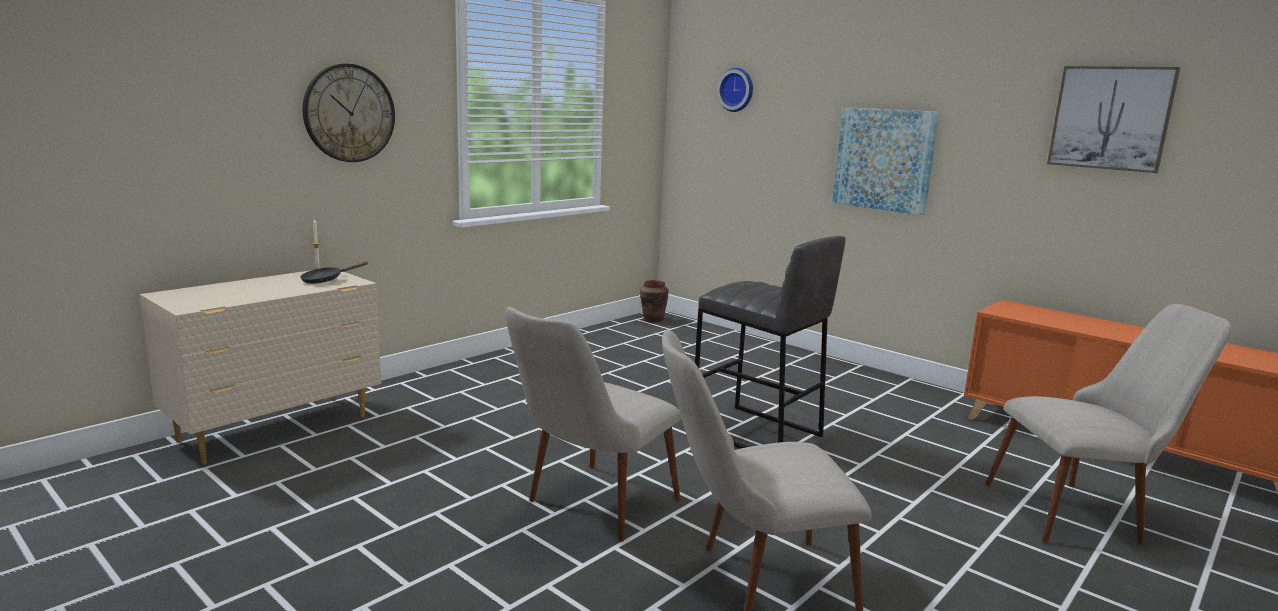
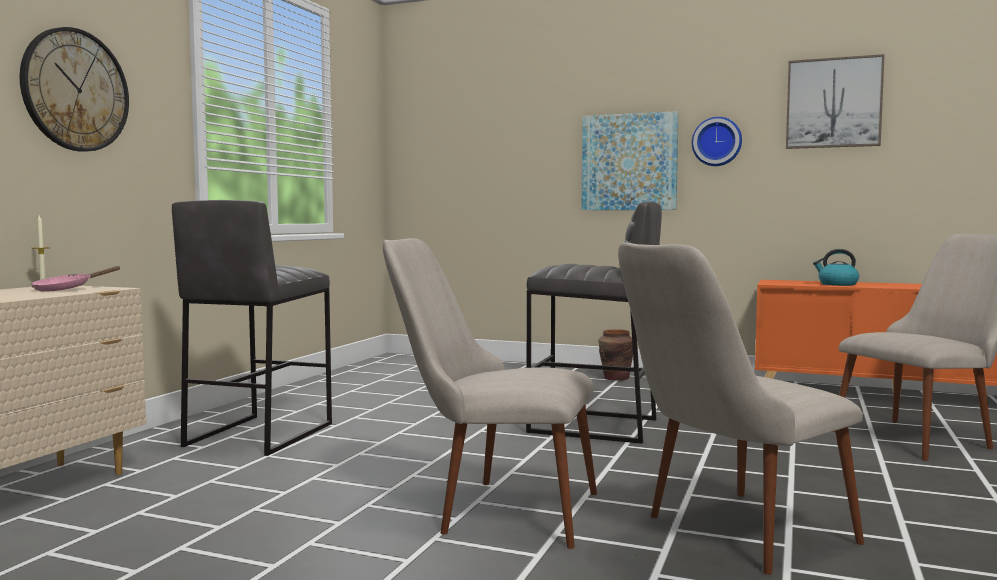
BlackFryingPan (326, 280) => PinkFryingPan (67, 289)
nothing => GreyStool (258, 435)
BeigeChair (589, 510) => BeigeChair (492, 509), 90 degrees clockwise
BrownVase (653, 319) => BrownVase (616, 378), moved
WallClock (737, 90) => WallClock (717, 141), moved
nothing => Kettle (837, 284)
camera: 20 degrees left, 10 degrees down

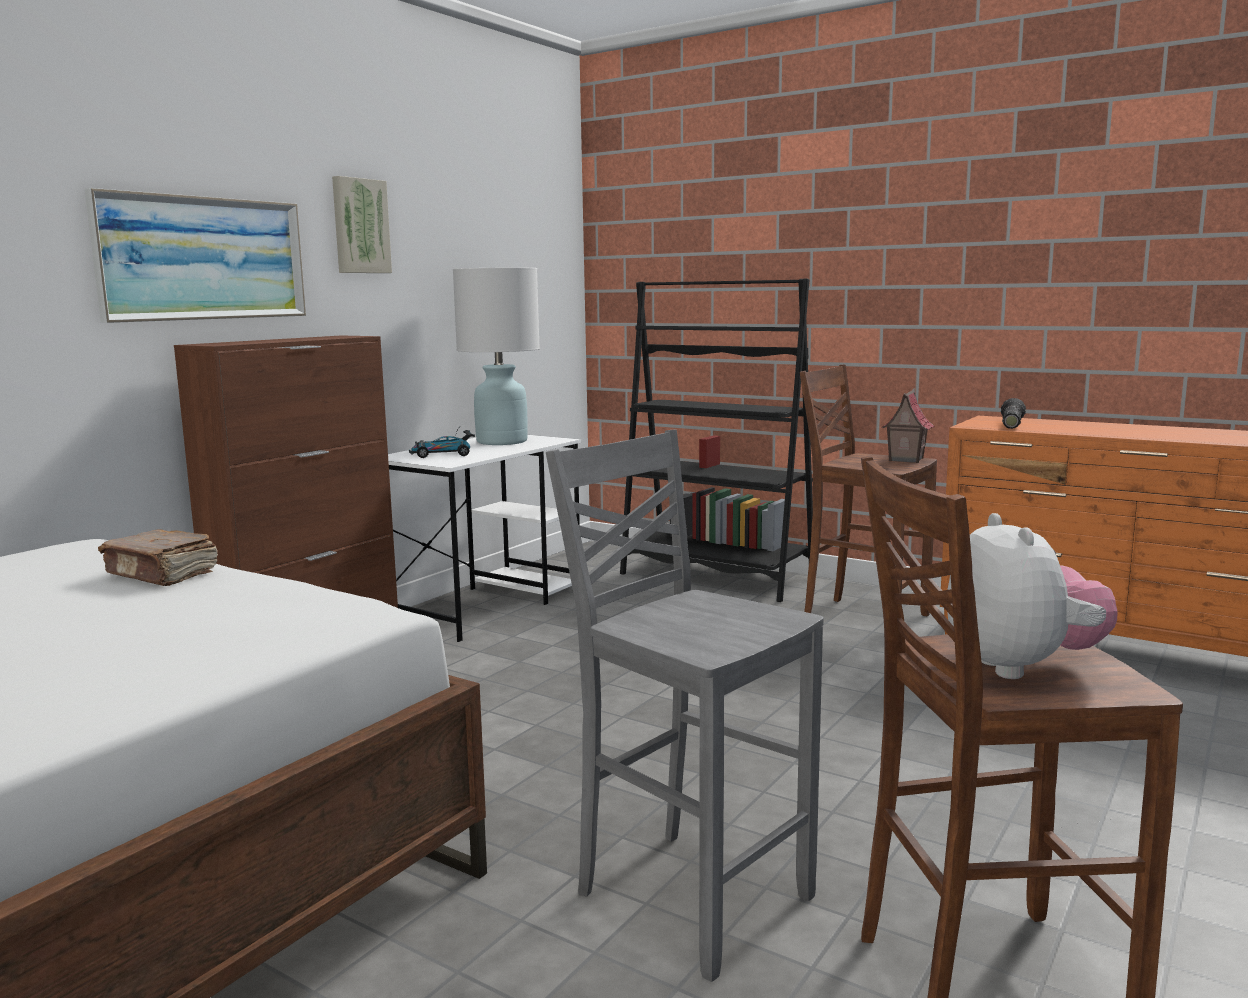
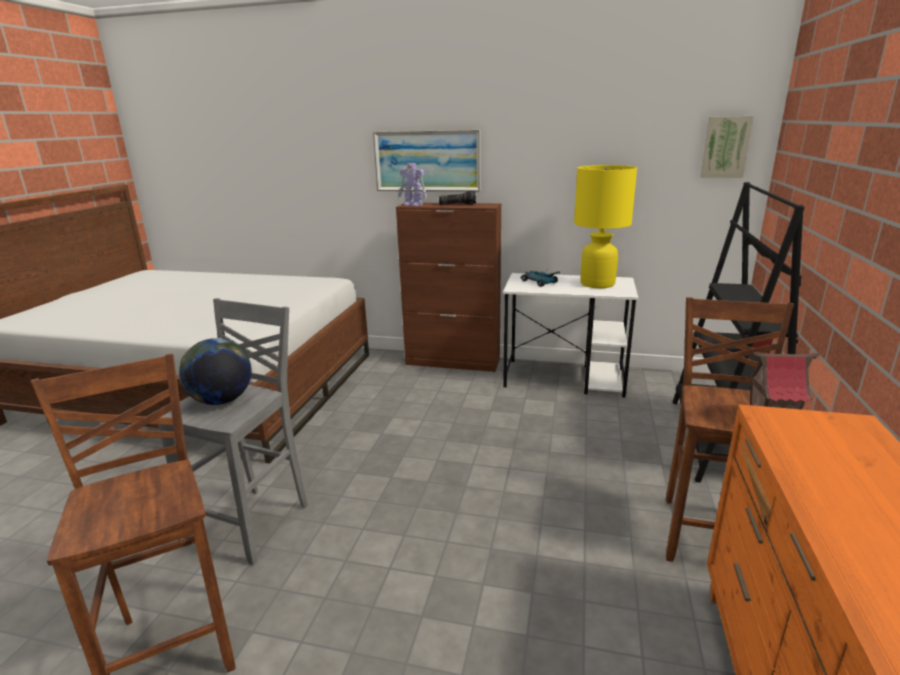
nothing => Globe (222, 401)
nothing => ToyRobot (413, 204)
Flashlight (1010, 424) => Flashlight (458, 204), moved
WhiteTableLamp (501, 441) => YellowTableLamp (597, 284)
Picture (360, 226) => Picture (725, 147), moved
BrownBook (162, 574) => nothing
PlushToy (1021, 667) => nothing
camera: 70 degrees right, 10 degrees up

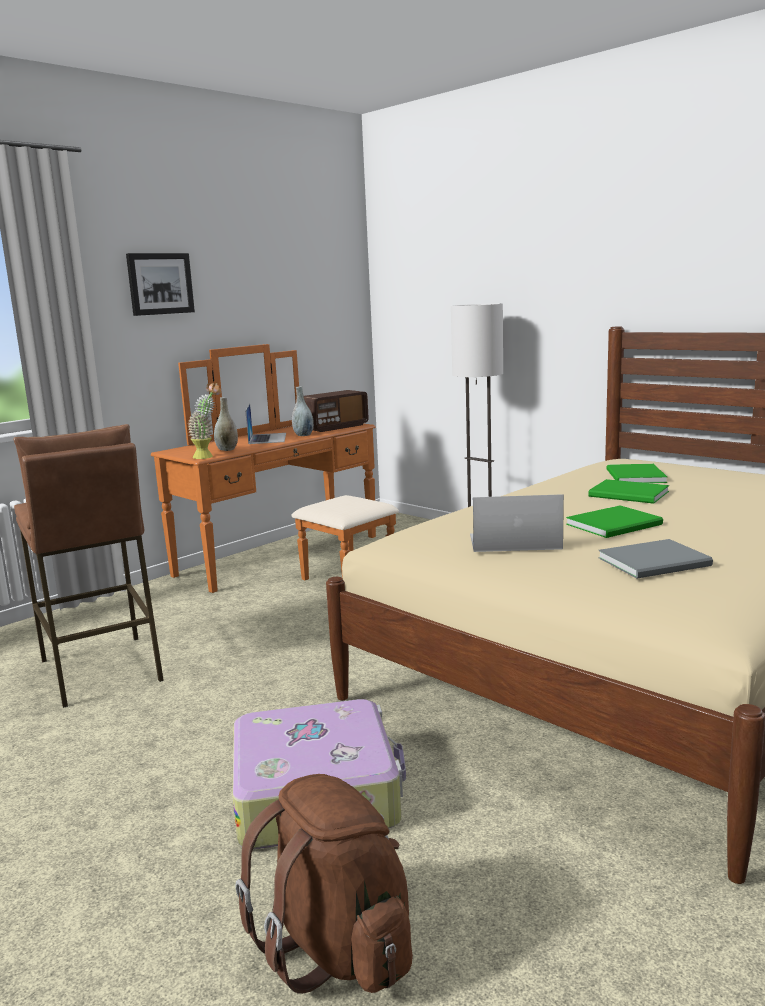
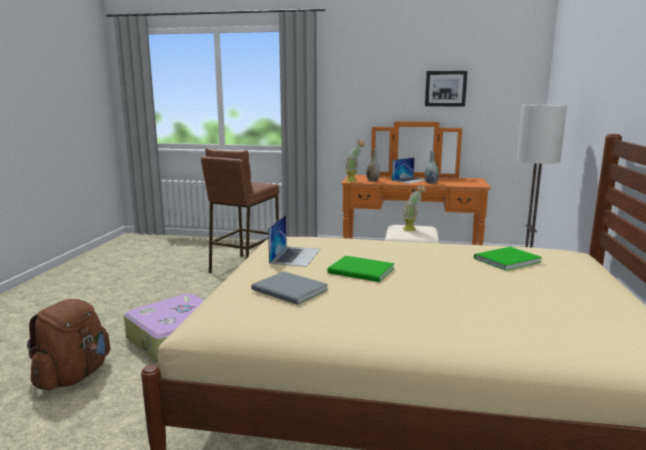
Laptop (514, 541) => Laptop (295, 256), 45 degrees clockwise
nothing => PottedPlant (412, 230)
Picture (160, 284) => Picture (445, 88), moved
Radio (335, 427) => nothing
GreenBook (630, 494) => nothing
camera: 55 degrees right, 0 degrees up

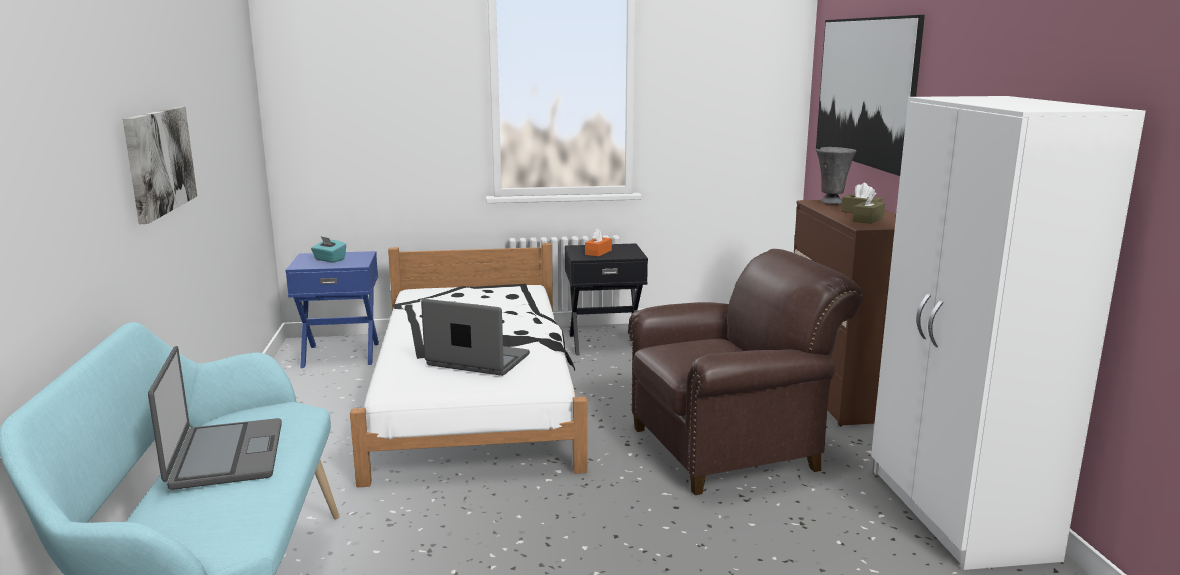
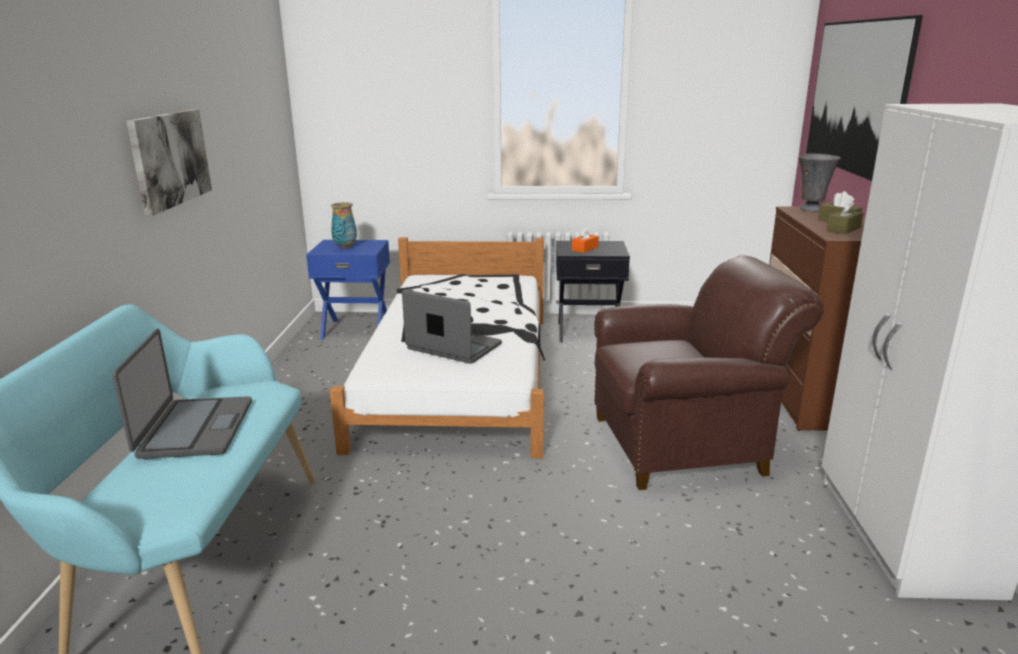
TurquoiseTissueBox (329, 260) => Vase (345, 247)
camera: 10 degrees right, 5 degrees up

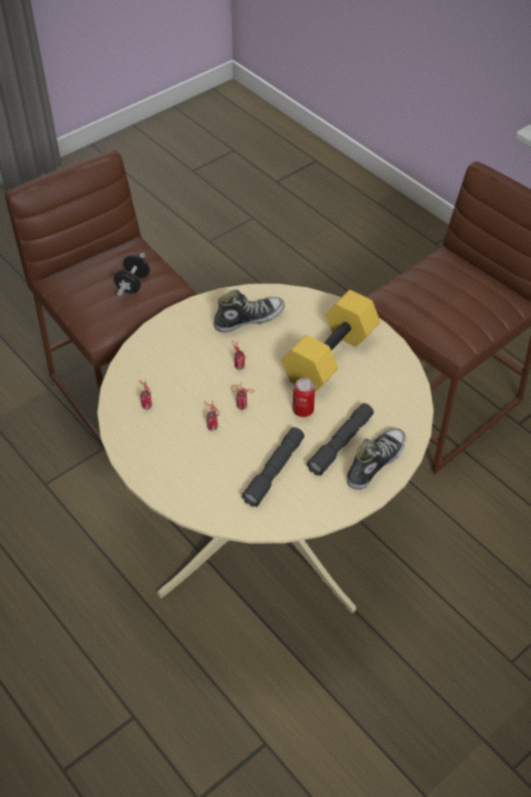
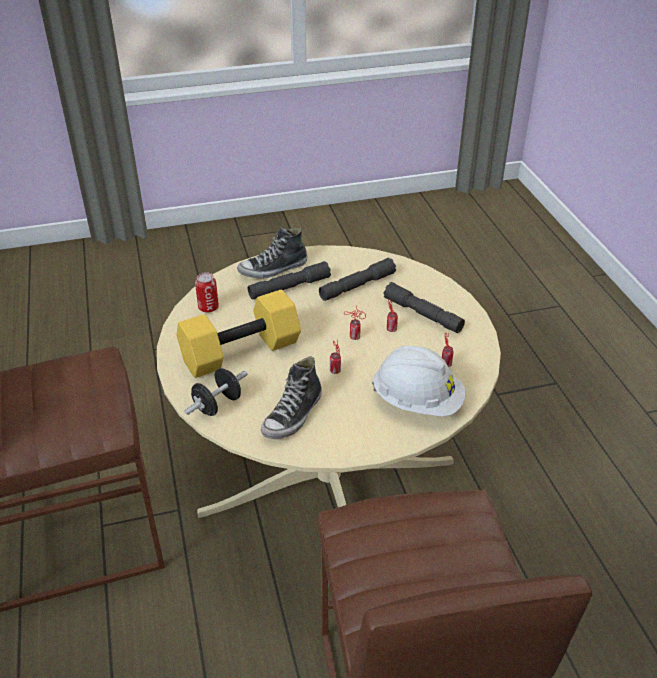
BlackDumbbell (133, 284) => BlackDumbbell (217, 405), moved
Can (303, 410) => Can (208, 307), moved
Shoe (249, 319) => Shoe (293, 416), 60 degrees counterclockwise
nothing => WhiteHardHat (417, 401)
nothing => GreyFlashlight (423, 314)
camera: 155 degrees left, 10 degrees down

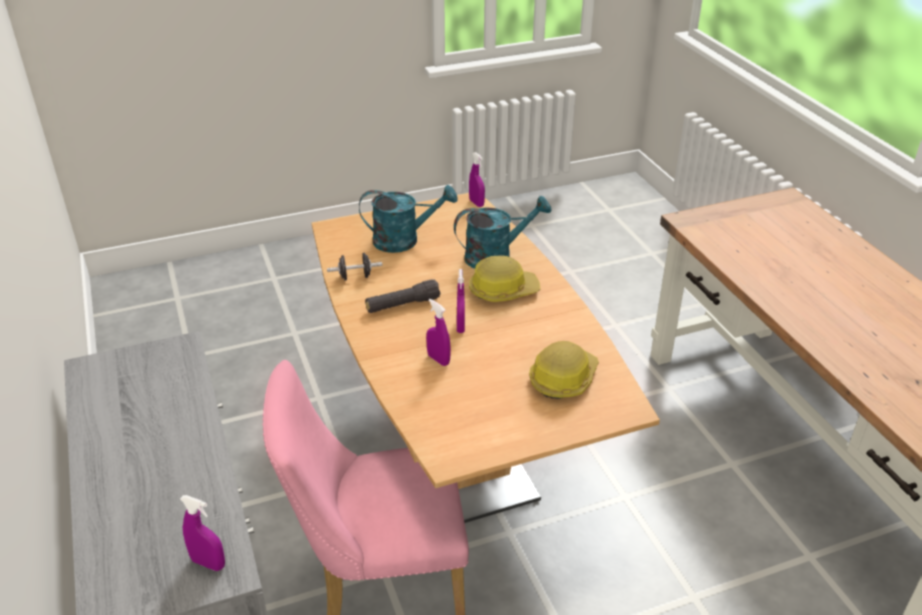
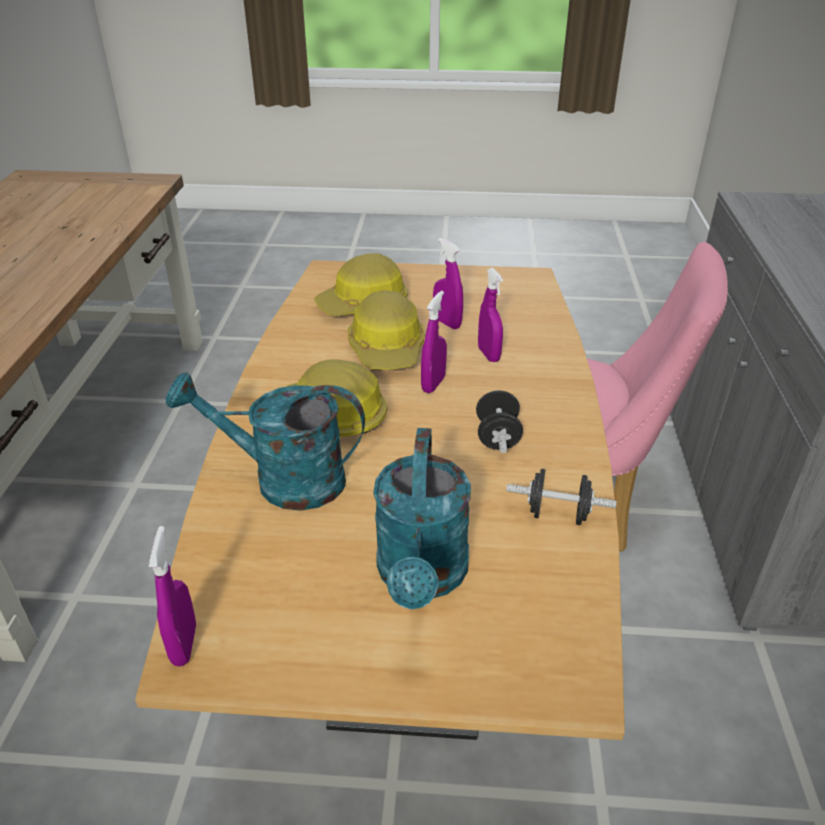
nothing => HardHat (388, 349)
TurquoiseWateringCan (404, 240) => TurquoiseWateringCan (422, 577), 105 degrees counterclockwise
PurpleSprayBottle (208, 563) => PurpleSprayBottle (447, 323), moved
BlackFlashlight (403, 305) => BlackDumbbell (497, 437)
camera: 155 degrees left, 0 degrees up

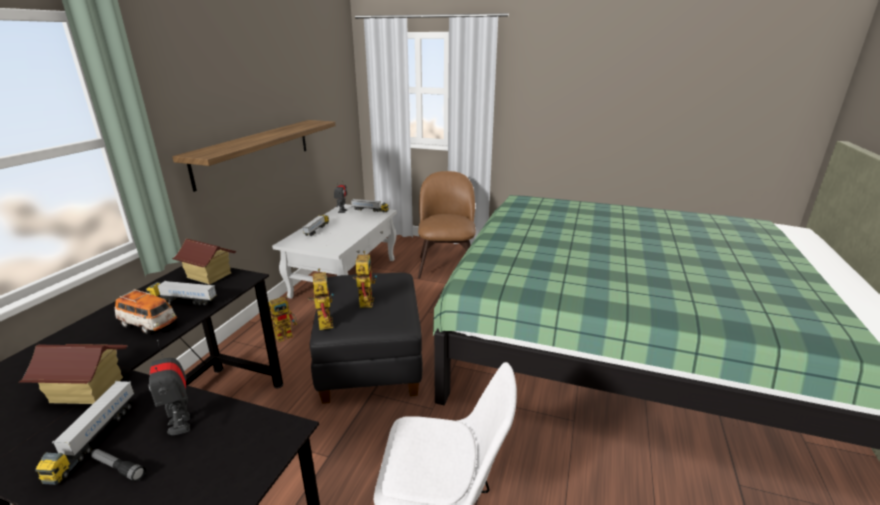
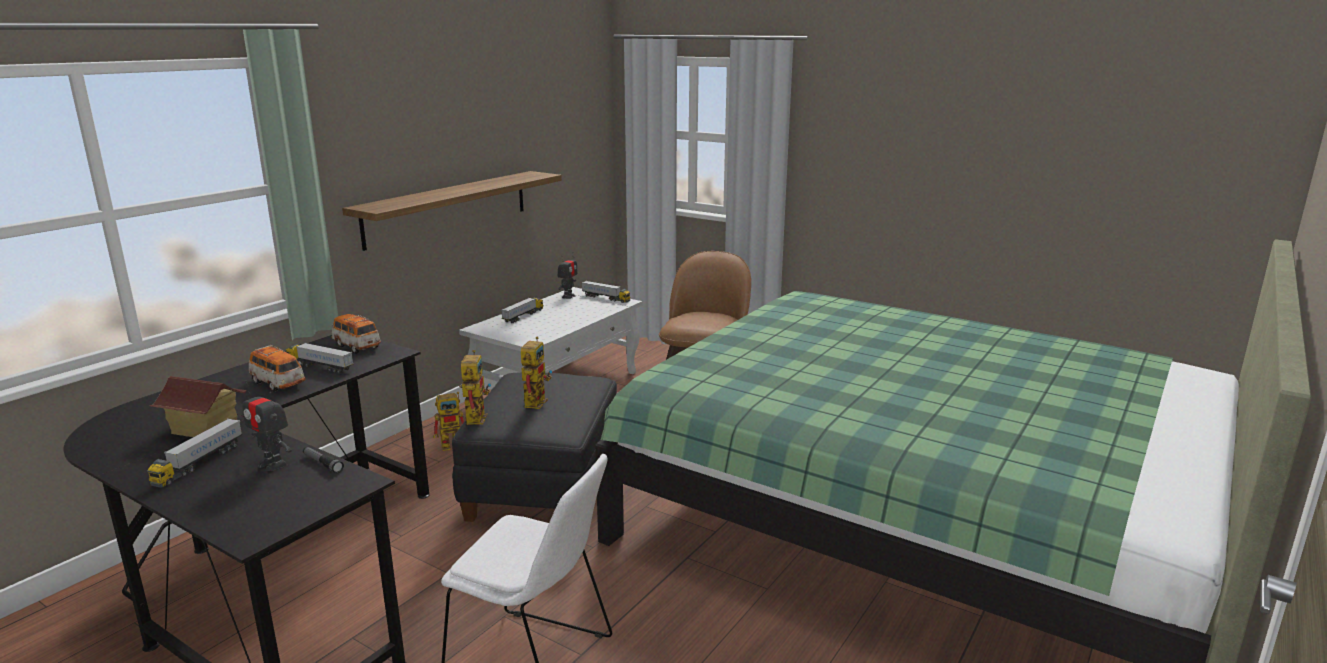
ToyRobot (181, 424) => ToyRobot (273, 464), 45 degrees counterclockwise
Flashlight (118, 468) => Flashlight (322, 464), moved
ToyHouse (209, 276) => ToyCar (356, 346)
camera: 15 degrees right, 5 degrees down

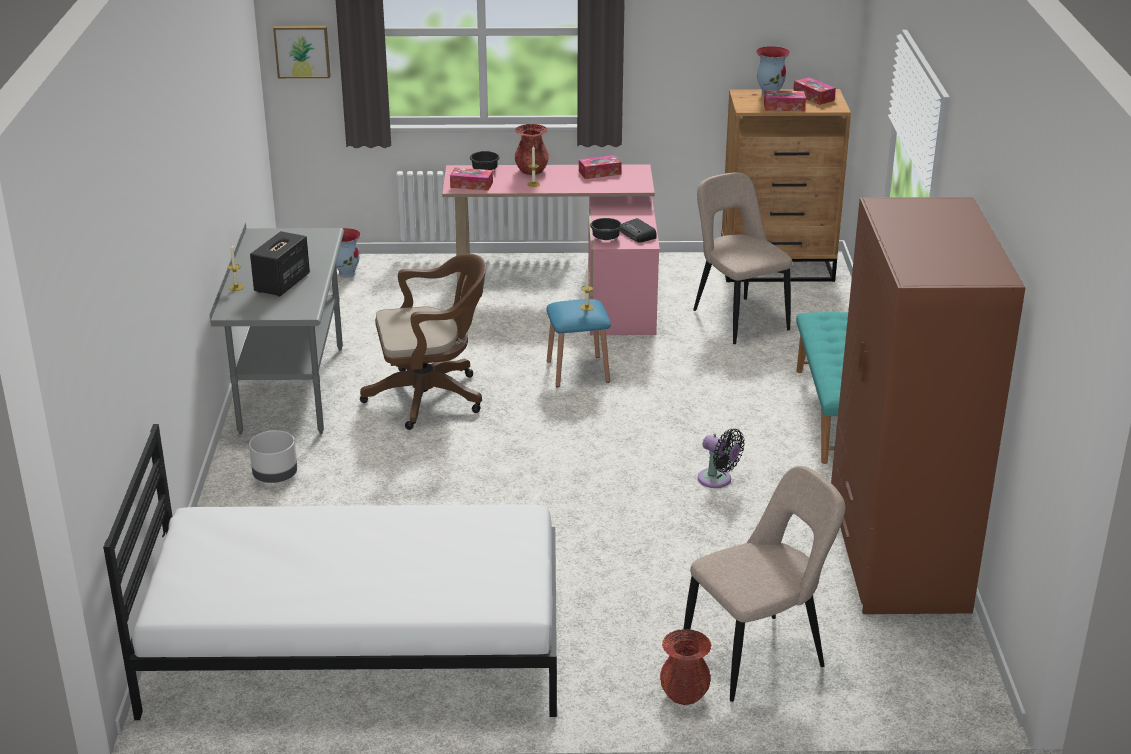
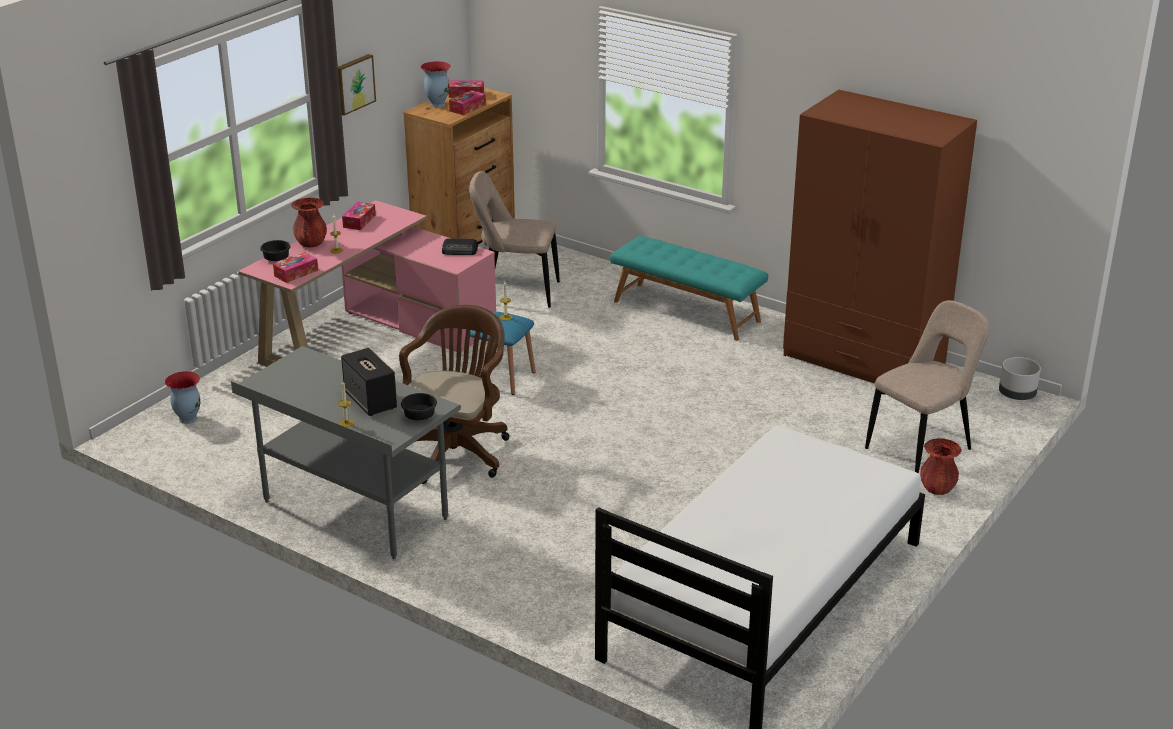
Picture (302, 51) => Picture (353, 84), moved
BlackBowl (606, 238) => BlackBowl (420, 417), moved
BeigeChair (759, 656) => BeigeChair (922, 447), 45 degrees clockwise
GreyPlanter (275, 476) => GreyPlanter (1017, 395), moved
BlackFan (717, 480) => nothing
camera: 55 degrees left, 0 degrees up

